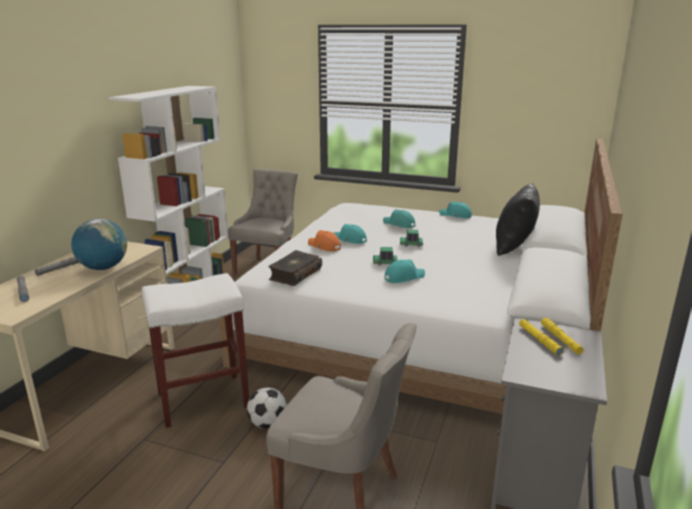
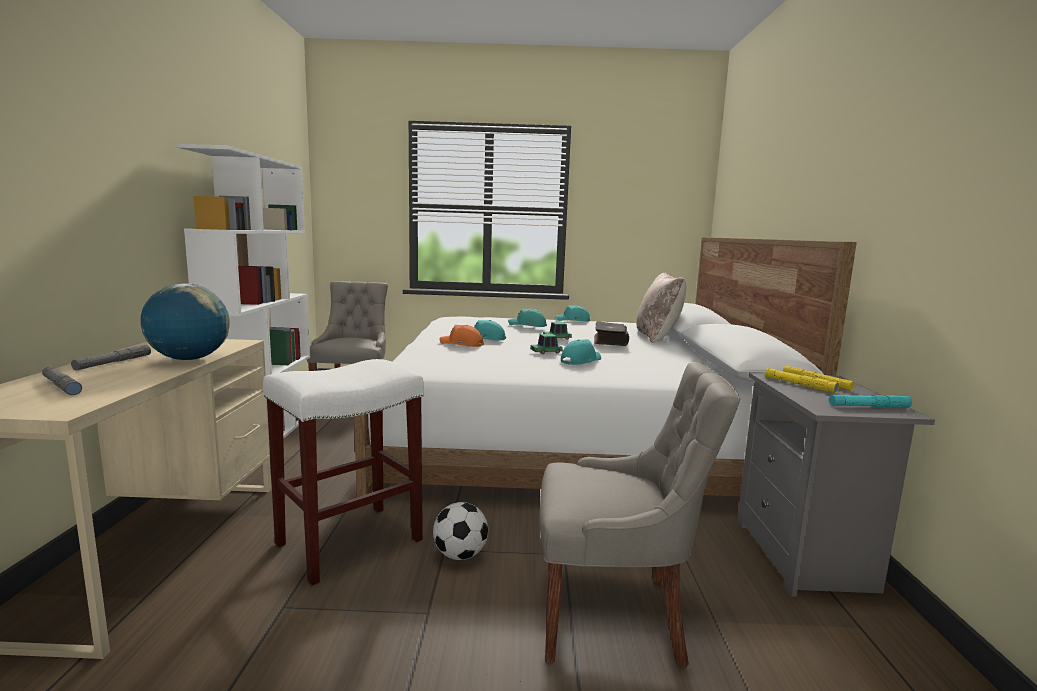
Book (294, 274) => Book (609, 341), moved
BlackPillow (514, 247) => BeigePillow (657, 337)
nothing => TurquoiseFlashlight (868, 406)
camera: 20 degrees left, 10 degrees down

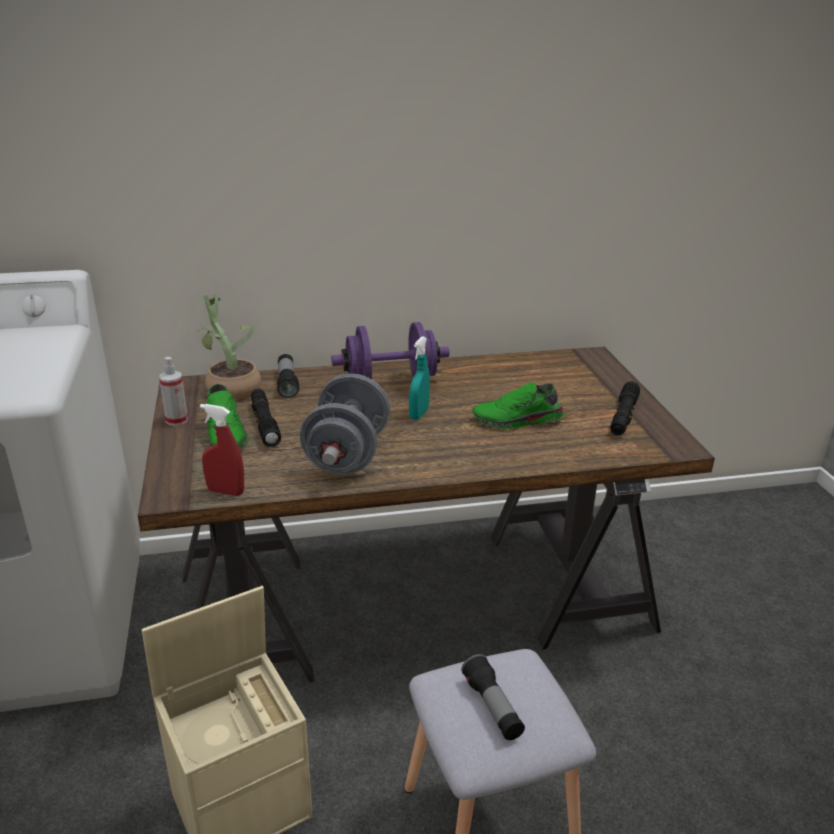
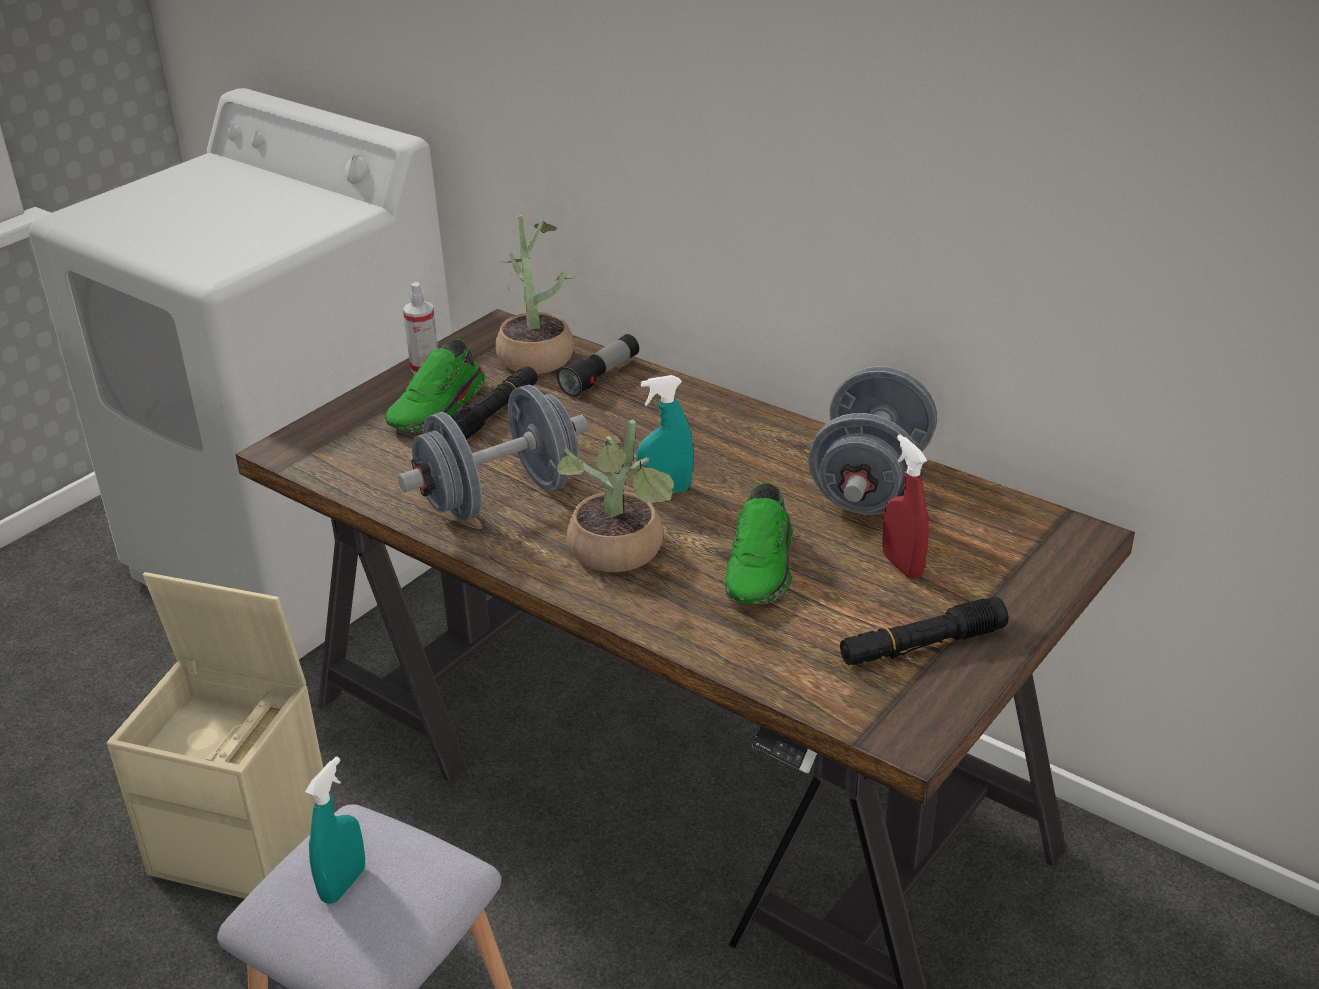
Flashlight (492, 707) => TurquoiseSprayBottle (343, 884)
nothing => PottedPlant (620, 556)
GreenShoe (517, 421) => GreenShoe (762, 568), 120 degrees counterclockwise
nothing => GreyDumbbell (870, 485)
RedSprayBottle (225, 491) => RedSprayBottle (902, 565), moved
PurpleDumbbell (390, 384) => nothing
camera: 50 degrees right, 5 degrees up

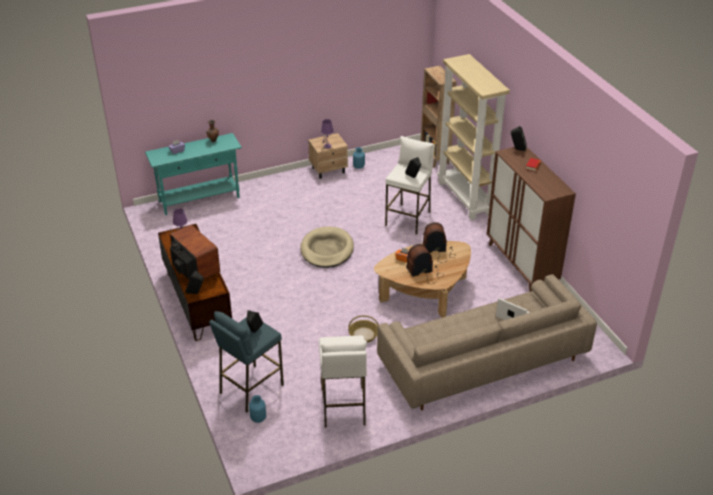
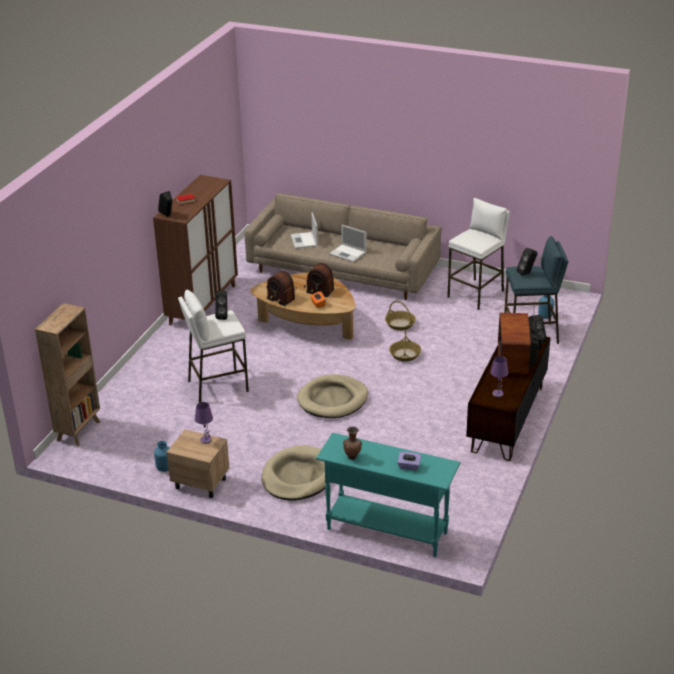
nothing => BeigeDogBed (298, 476)
nothing => Laptop (348, 253)
nothing => Basket (405, 354)
BeigeBookcase (465, 198) => nothing
camera: 135 degrees left, 5 degrees down

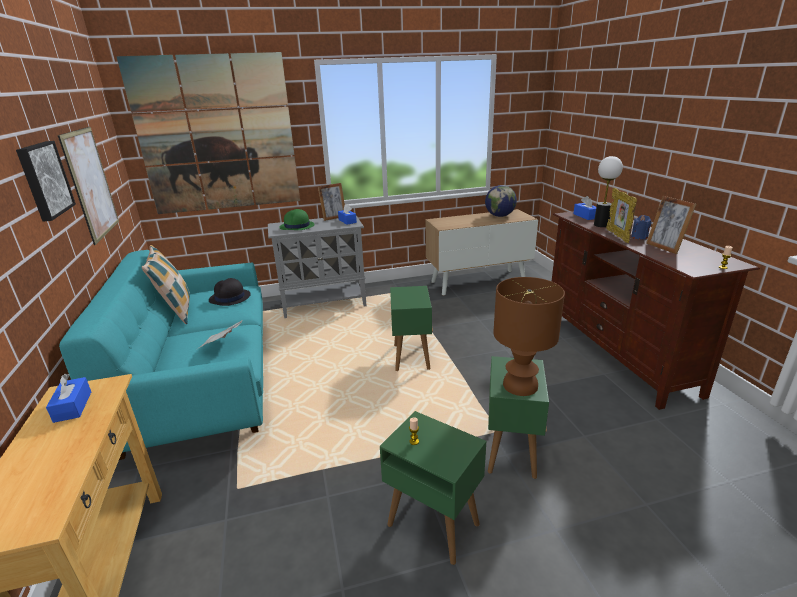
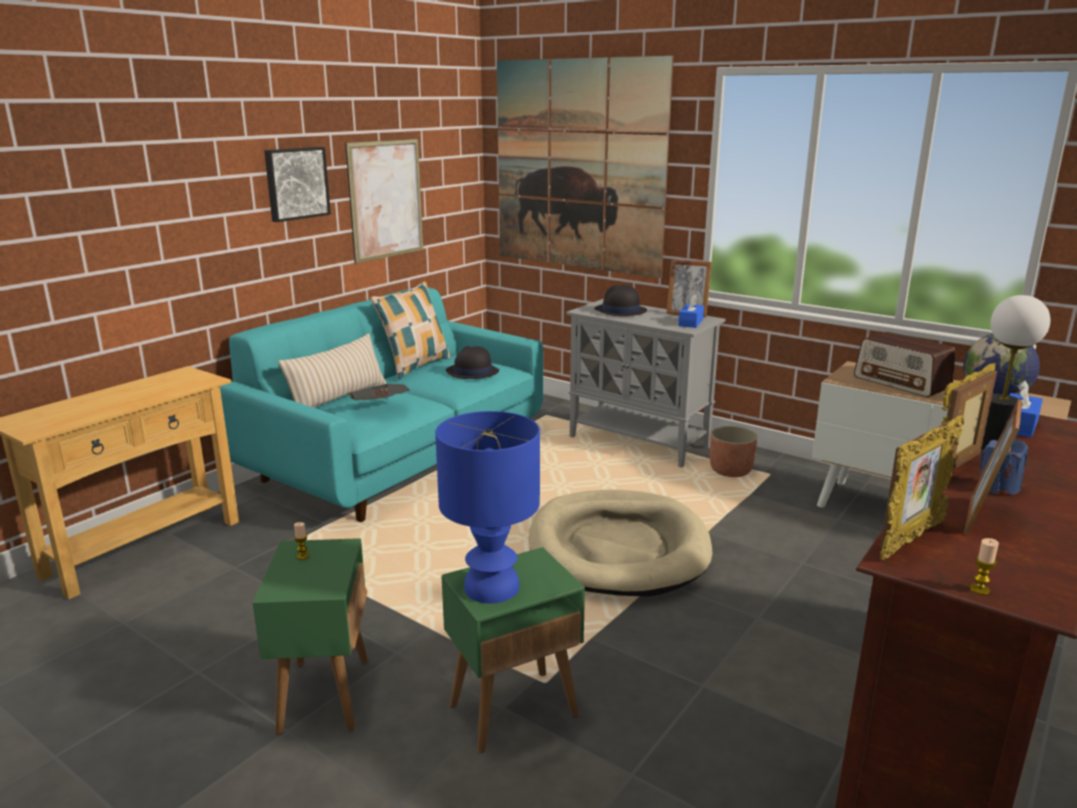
nothing => BeigePillow (338, 398)
BrownTableLamp (521, 386) => BlueTableLamp (491, 588)
GreenSideTable (411, 356) => BeigeDogBed (618, 548)
GreenHat (297, 226) => BlackHat (620, 311)
nothing => Planter (731, 471)
nothing => Radio (902, 383)
nothing => PictureFrame (910, 539)
BlueTissueBox (73, 406) => nothing
camera: 50 degrees right, 5 degrees down

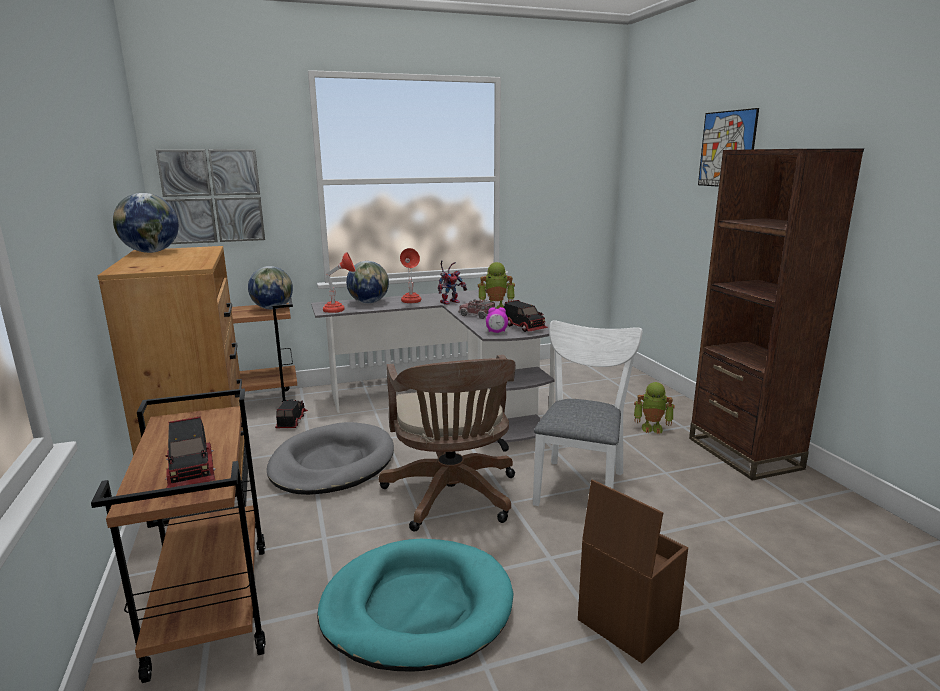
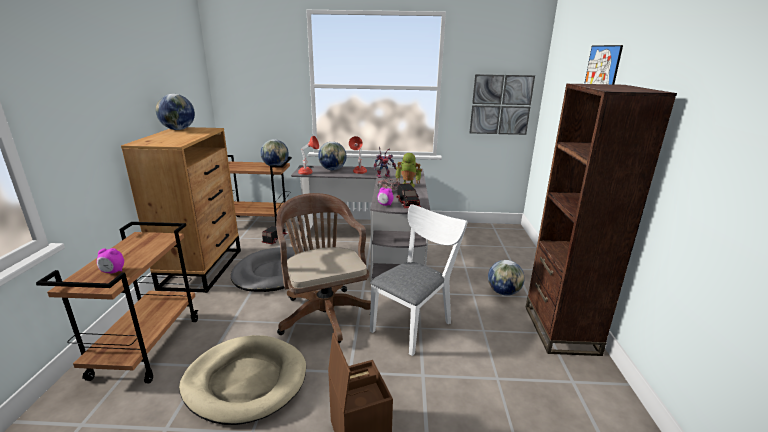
ToyTruck (192, 471) => AlarmClock (113, 272)
TurquoiseDogBed (417, 607) => BeigeDogBed (245, 381)
BrownOfficeChair (452, 498) => BrownOfficeChair (324, 313), 150 degrees clockwise
Picture (213, 196) => Picture (500, 105), moved
ToyRobot (652, 428) => Globe (503, 292)
camera: 20 degrees right, 5 degrees up

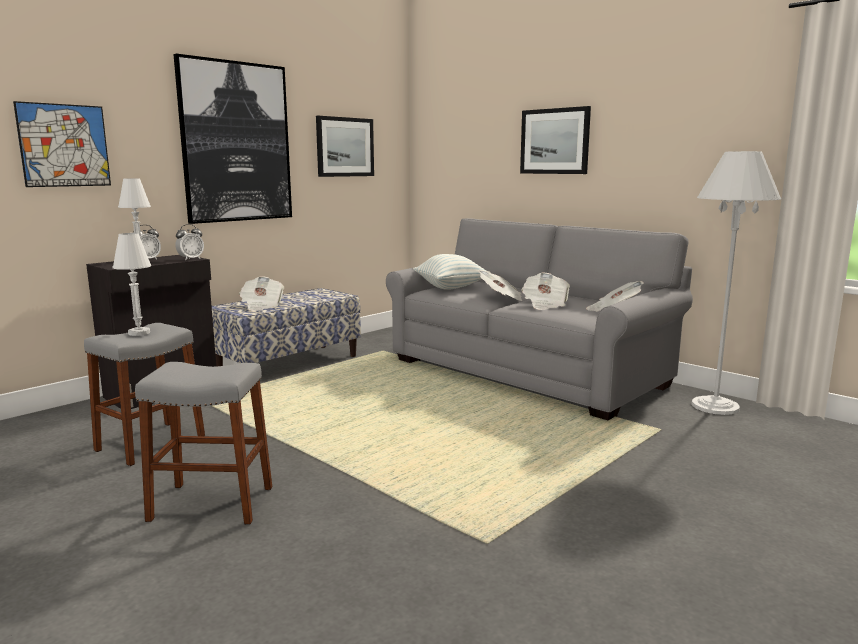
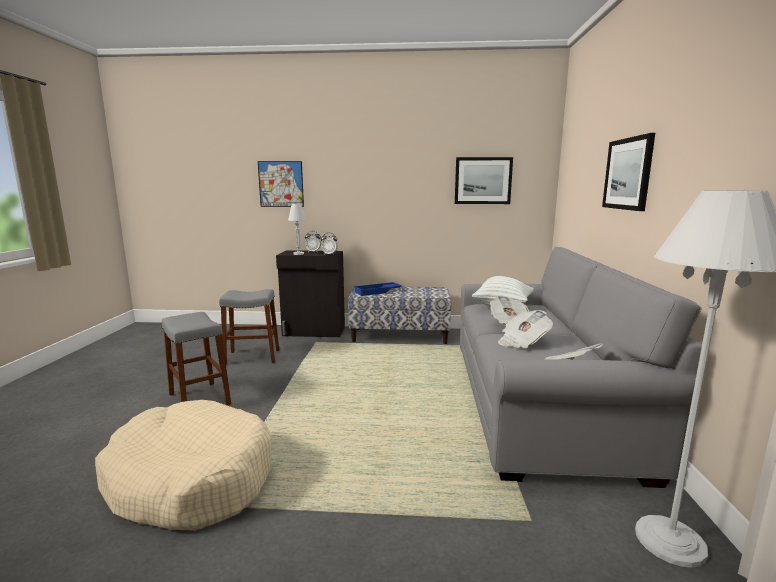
nothing => BeigeDogBed (191, 479)
Newspaper (261, 306) => BlueTray (377, 292)
WhiteTableLamp (139, 333) => nothing
Picture (236, 142) => nothing
camera: 50 degrees right, 0 degrees up

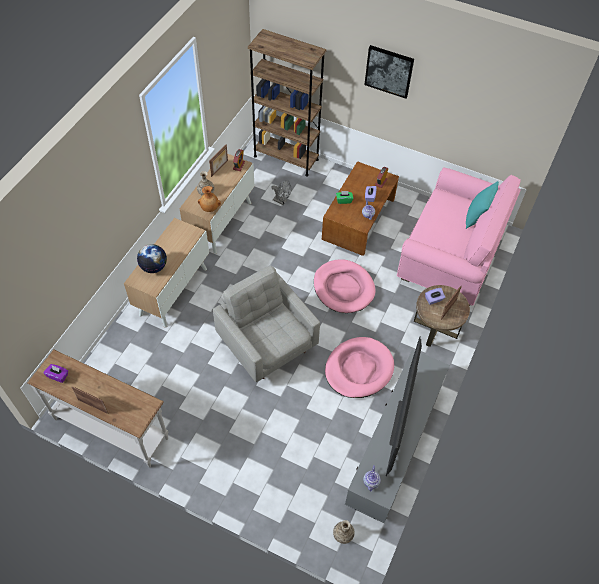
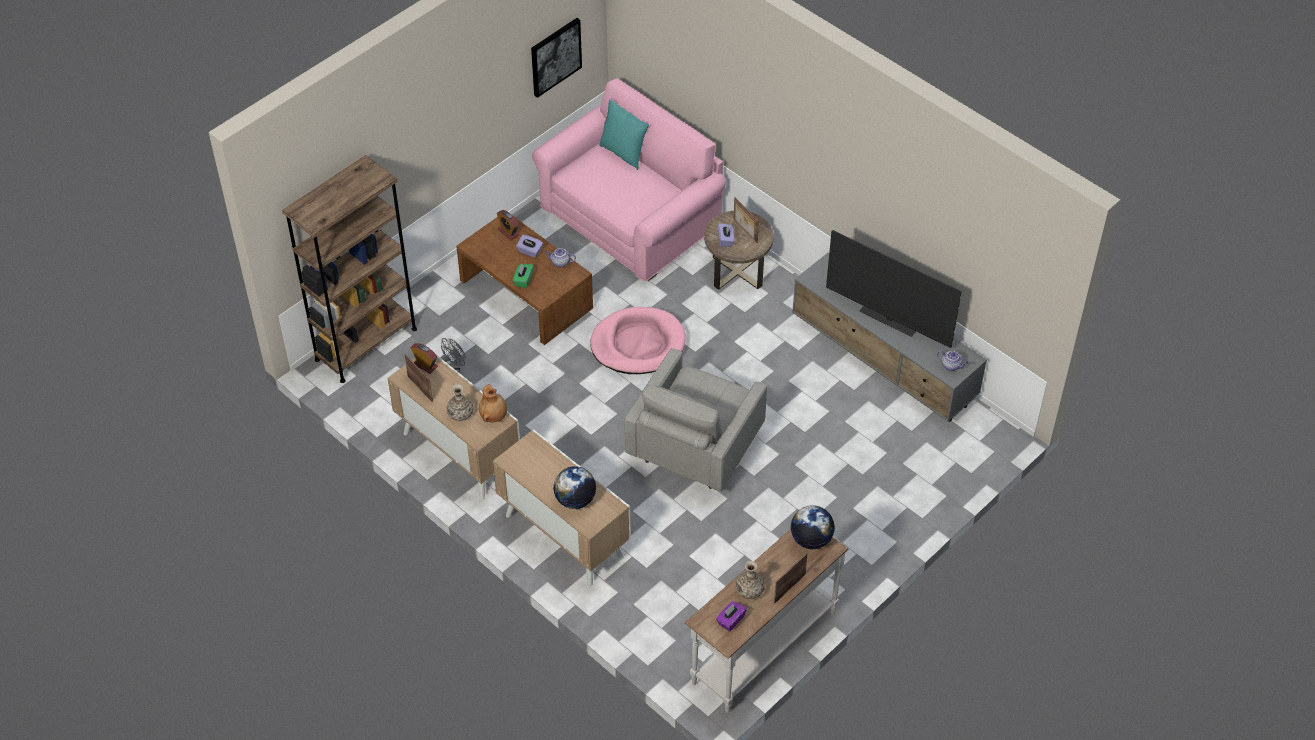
Picture (389, 71) => Picture (555, 56), moved
GreyArmchair (267, 343) => GreyArmchair (694, 448), 45 degrees counterclockwise
Vase (343, 534) => Vase (749, 590), moved
nothing => Globe (811, 539)
PinkDogBed (358, 369) => nothing
camera: 70 degrees left, 5 degrees down

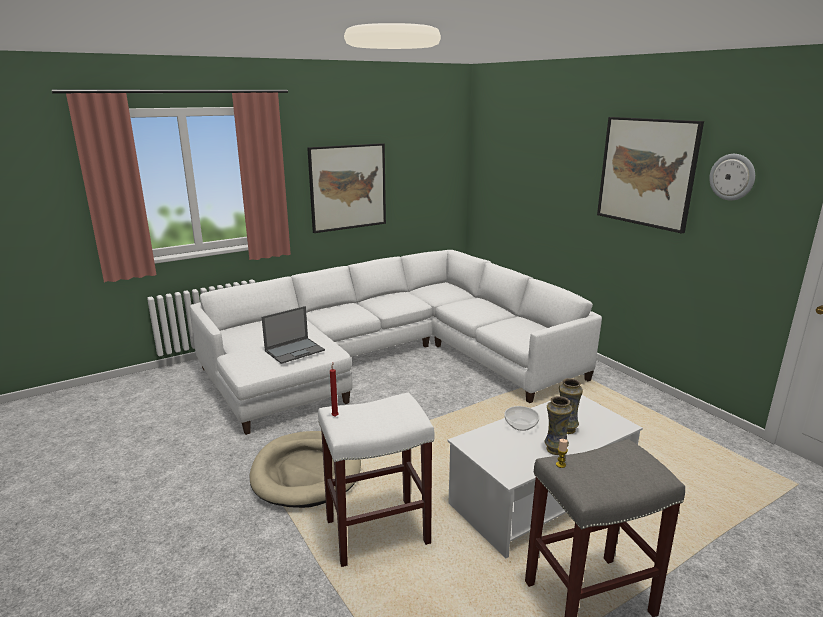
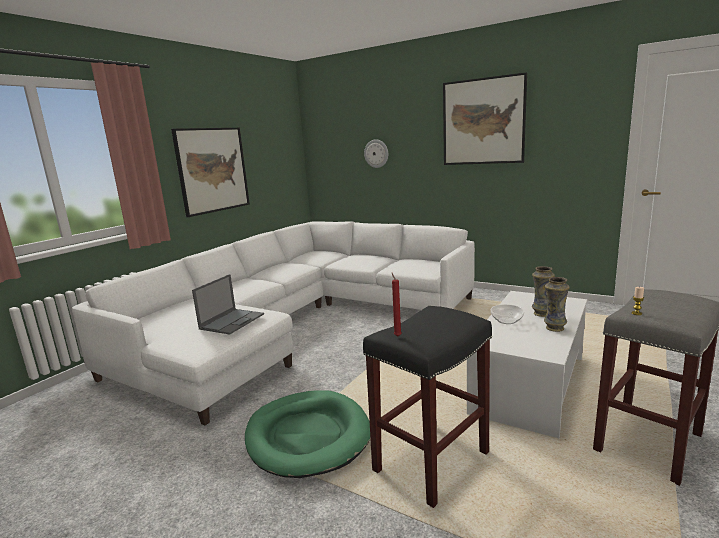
BeigeDogBed (307, 472) => GreenDogBed (308, 436)
WhiteStool (376, 532) => BlackStool (431, 463)
WallClock (732, 177) => WallClock (376, 153), moved
camera: 25 degrees left, 5 degrees down

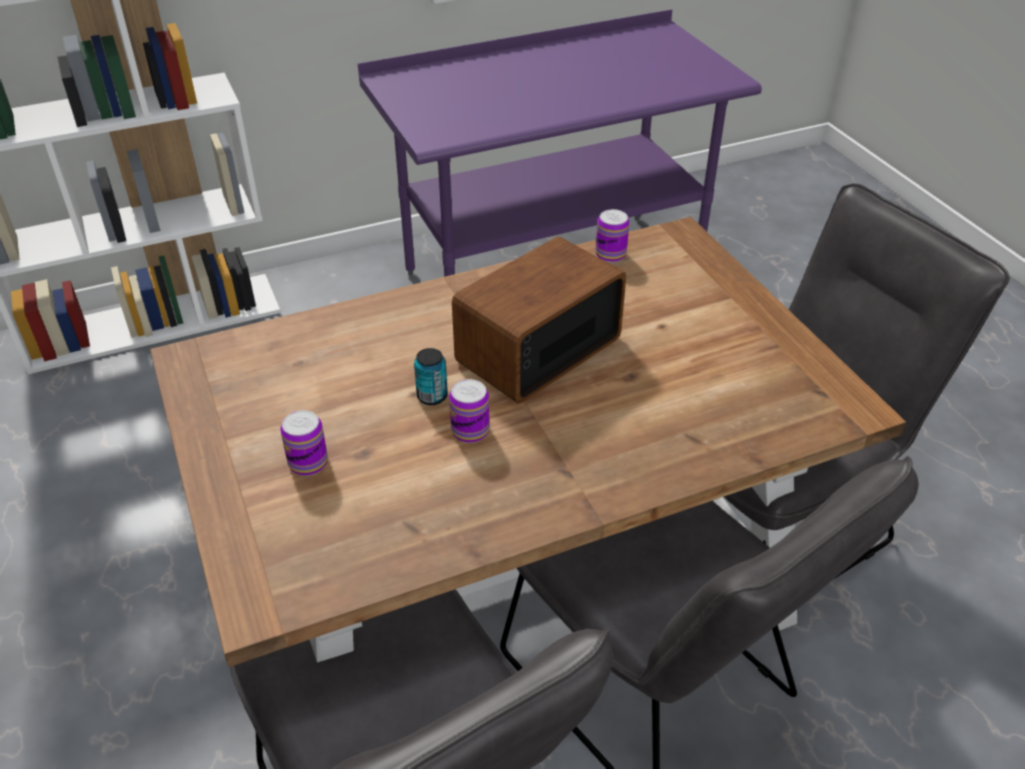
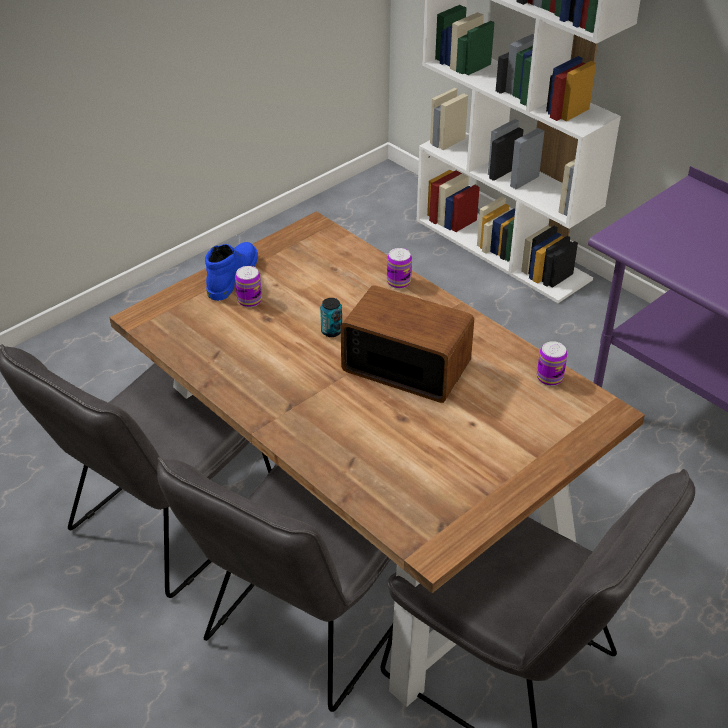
nothing => BlueBoot (231, 276)
Can (470, 431) => Can (398, 282), moved
camera: 70 degrees right, 0 degrees up

